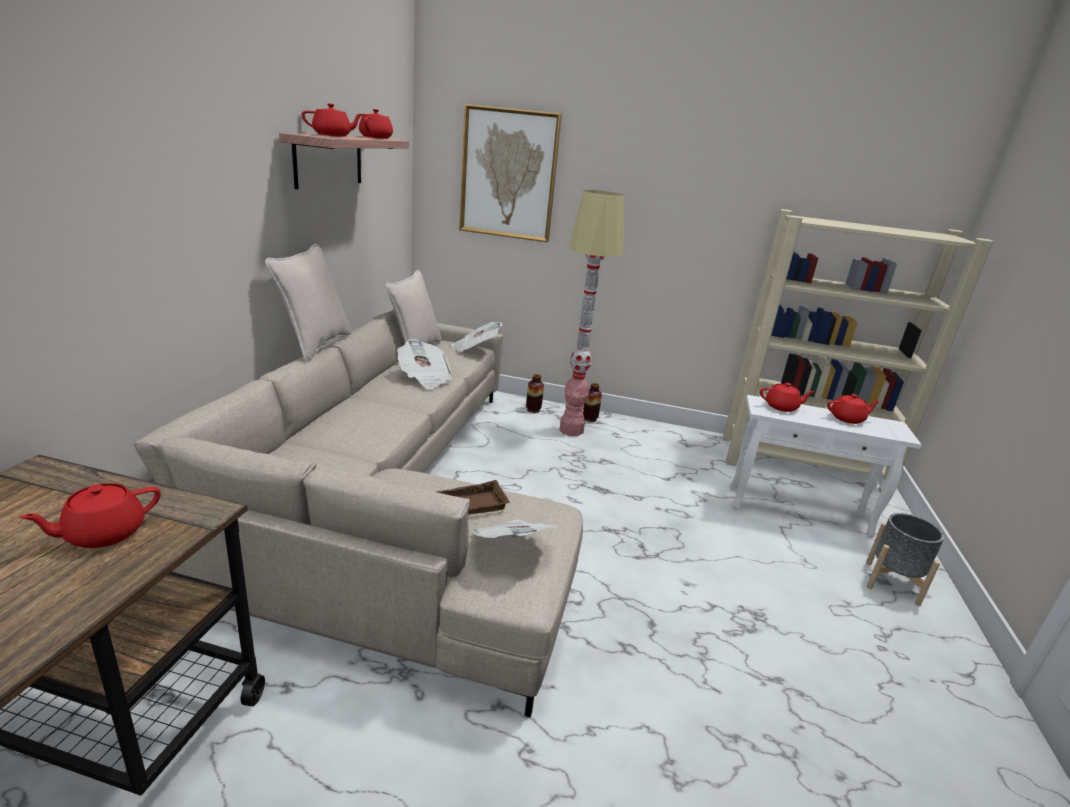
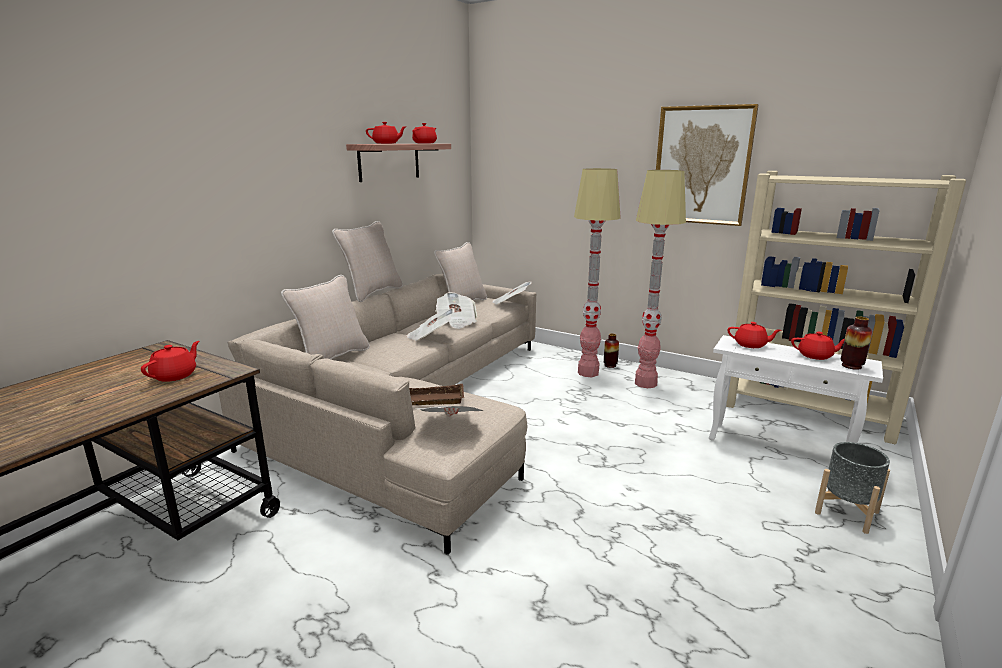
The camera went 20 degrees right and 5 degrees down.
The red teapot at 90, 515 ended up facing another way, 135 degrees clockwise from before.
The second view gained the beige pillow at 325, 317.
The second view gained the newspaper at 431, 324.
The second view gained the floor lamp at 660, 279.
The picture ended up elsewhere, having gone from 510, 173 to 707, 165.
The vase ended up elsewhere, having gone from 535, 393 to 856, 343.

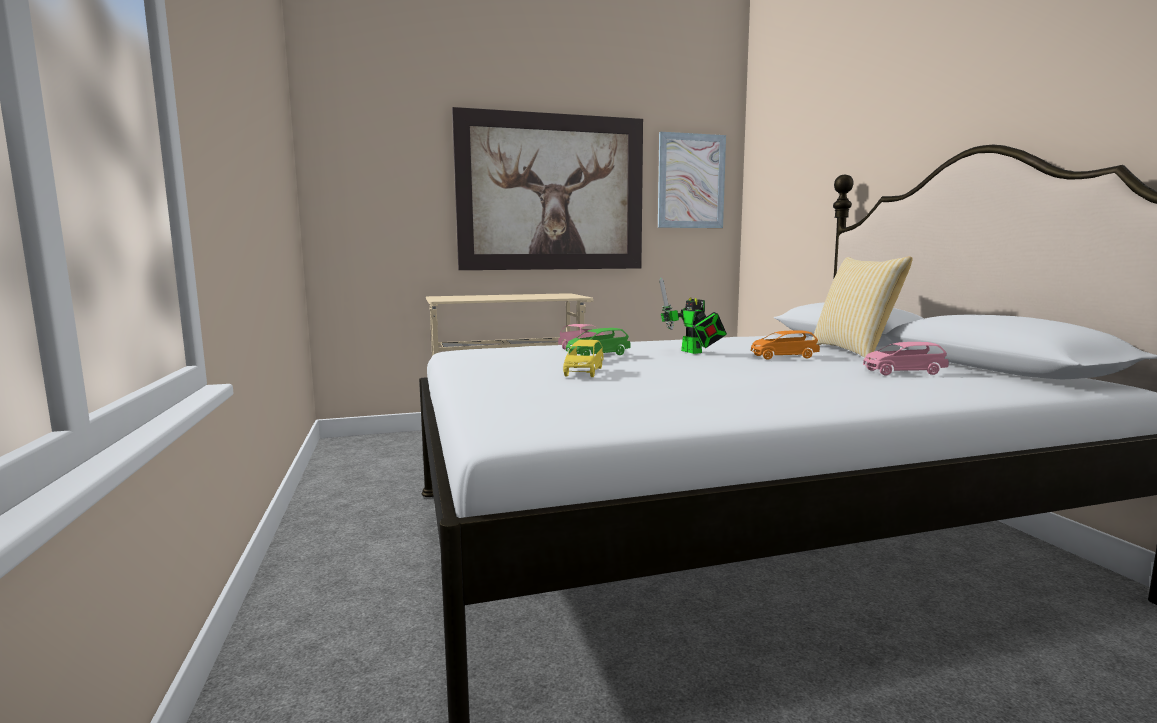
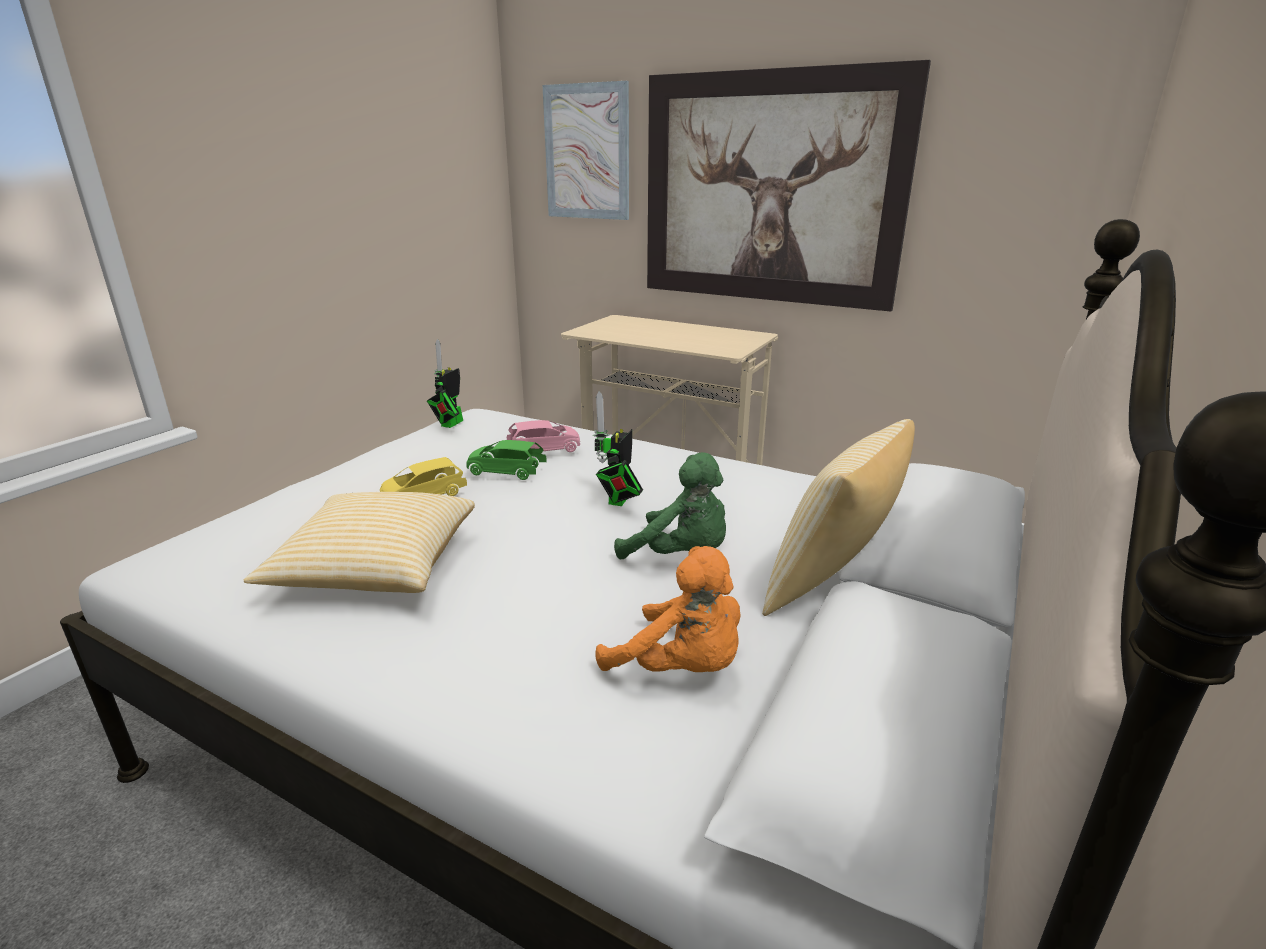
The camera went 45 degrees right and 15 degrees up.
The second view gained the pillow at 359, 542.
The second view gained the toy robot at 445, 383.
The picture ended up elsewhere, having gone from 692, 180 to 585, 150.
Where the pink toy car stood at 906, 358, the orange plush toy came to stand at 668, 609.
Where the orange toy car stood at 785, 345, the green plush toy came to stand at 670, 505.

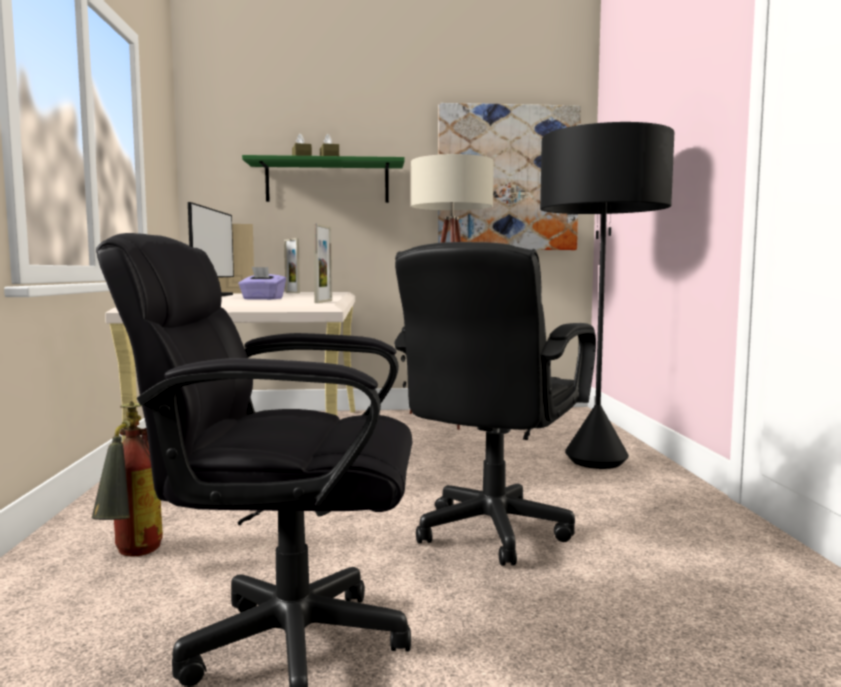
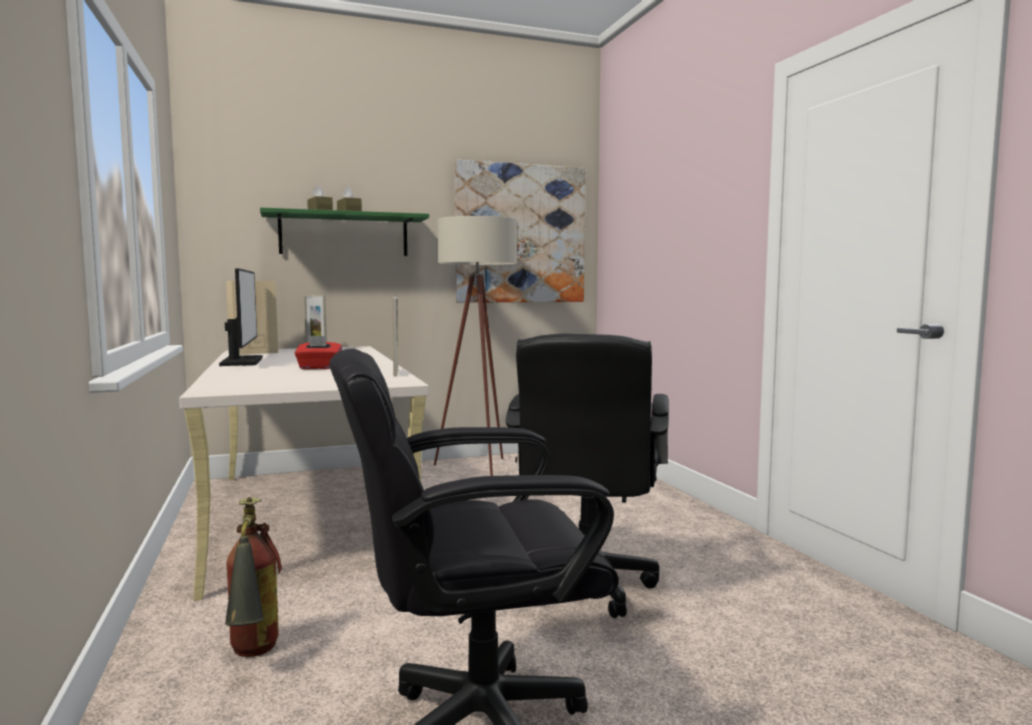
The camera went 15 degrees left and 0 degrees up.
What was the purple tissue box at 262, 283 turned into the red tissue box at 318, 352.
The second view lost the black floor lamp at 607, 295.

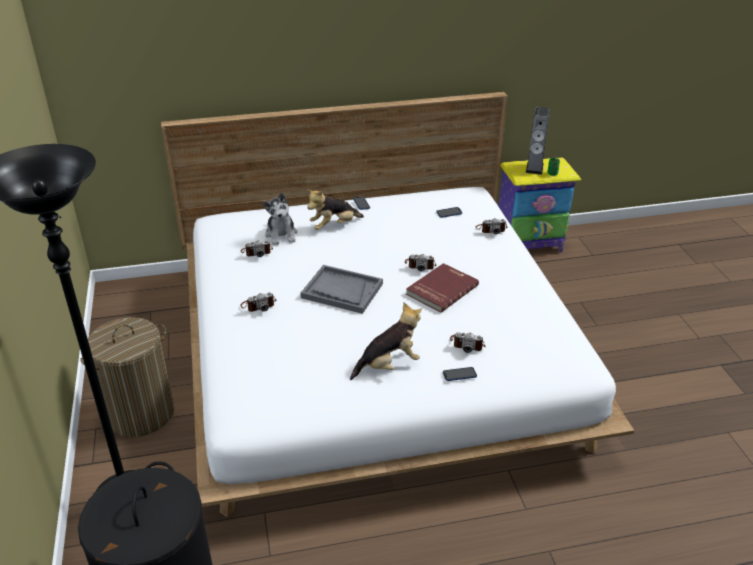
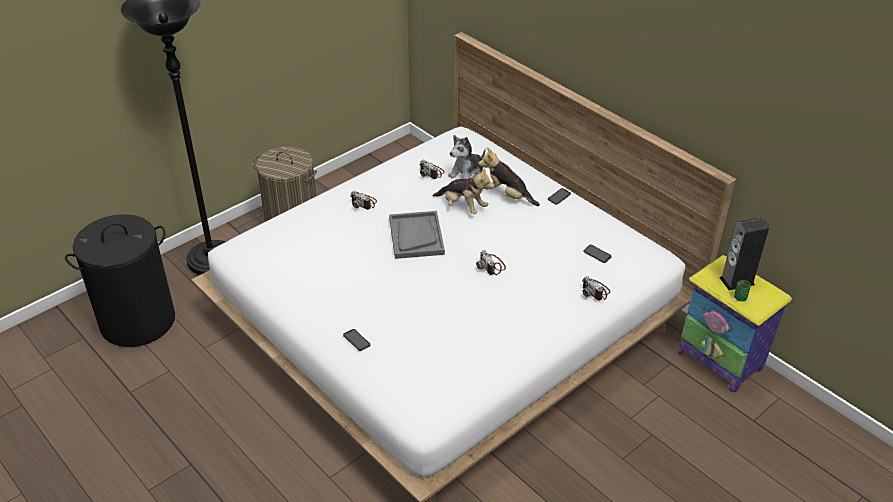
The camera went 60 degrees right and 5 degrees up.
The plush toy ended up elsewhere, having gone from 386, 341 to 463, 191.
The second view lost the red book at 442, 288.
The second view lost the photo camera at 468, 342.

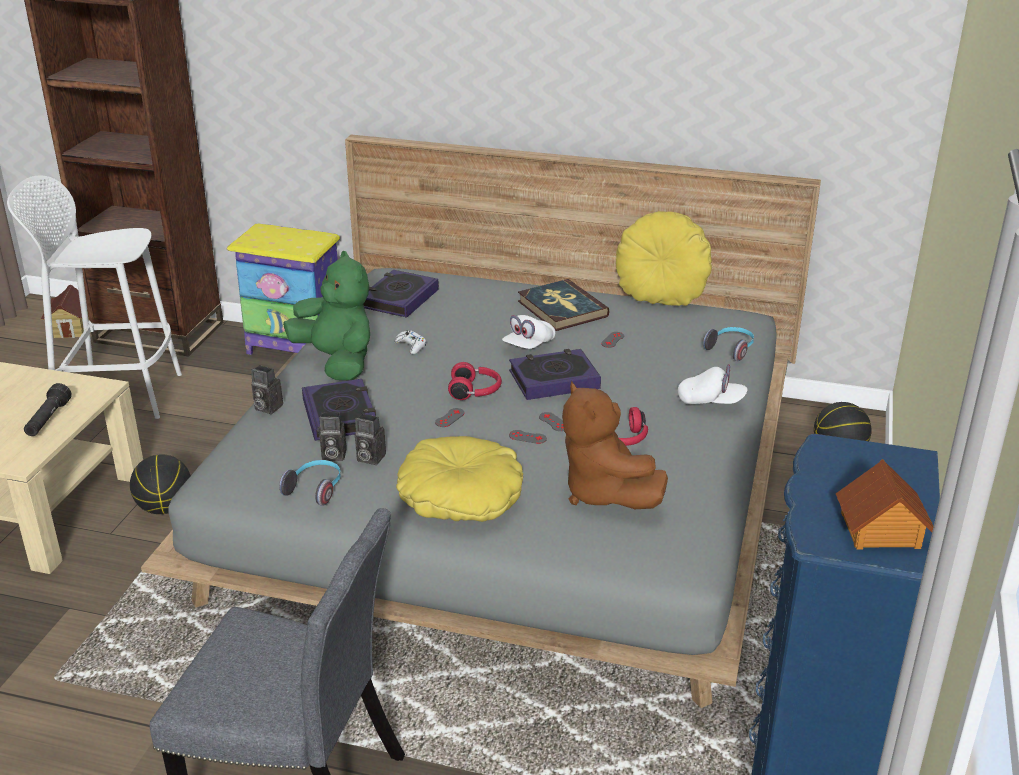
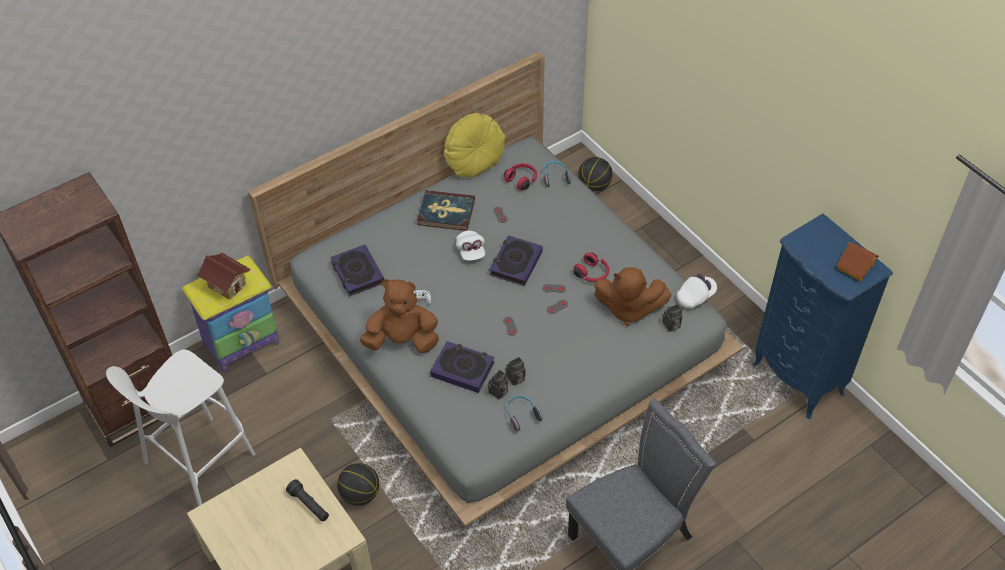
The camera went 50 degrees left and 20 degrees up.
The toy house ended up elsewhere, having gone from 65, 311 to 224, 276.
What was the green plush toy at 326, 315 turned into the brown plush toy at 399, 316.
The red headphones ended up elsewhere, having gone from 475, 381 to 520, 176.
The photo camera ended up elsewhere, having gone from 267, 389 to 672, 318.
The white cap ended up elsewhere, having gone from 712, 384 to 697, 291.
The second view lost the yellow pillow at 459, 479.

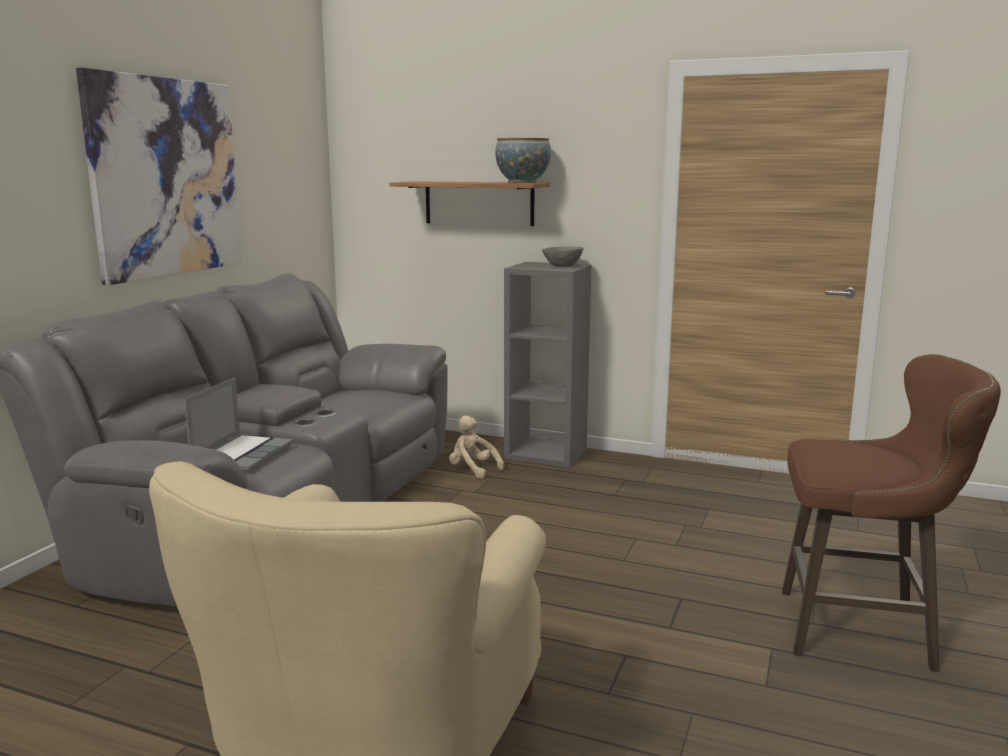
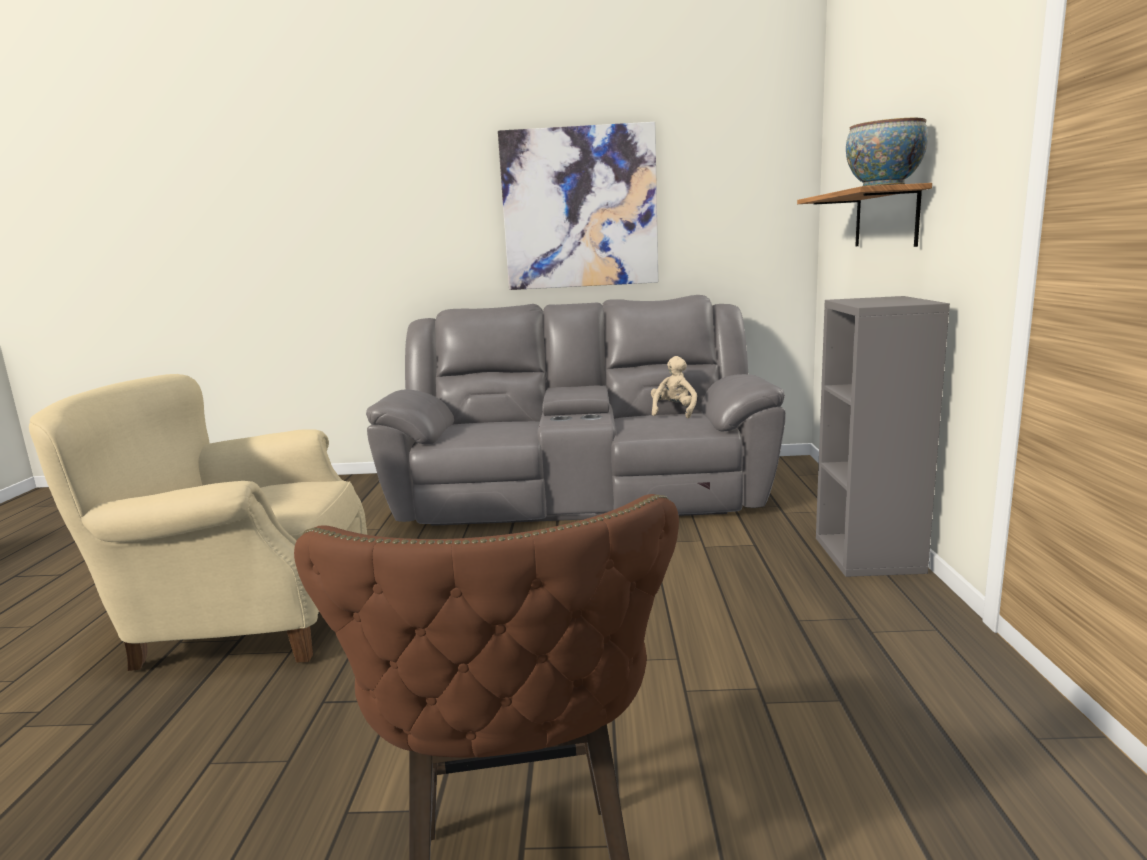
The camera went 70 degrees right and 0 degrees up.
The beige plush toy ended up elsewhere, having gone from 476, 446 to 674, 387.
The second view lost the laptop at 238, 424.
The second view lost the grey bowl at 562, 257.

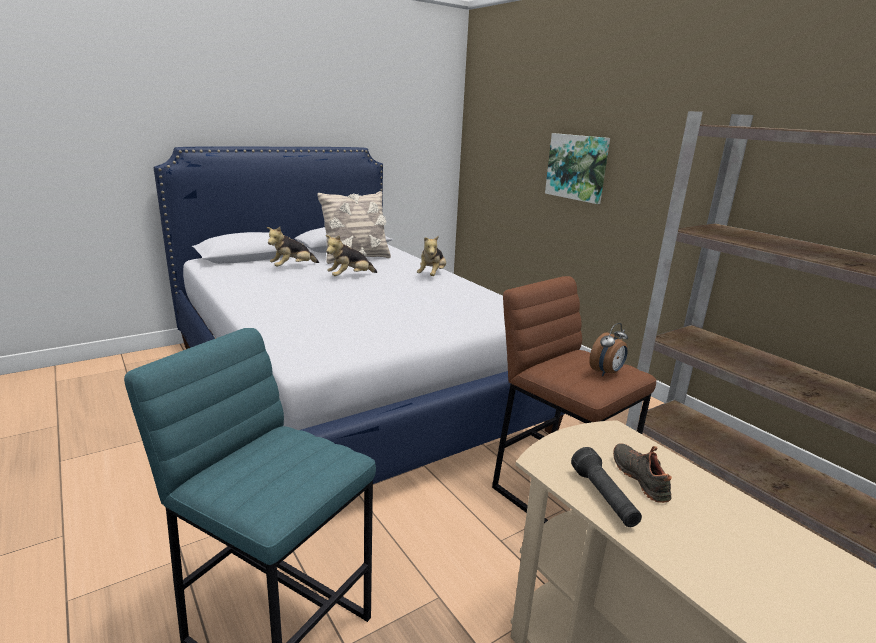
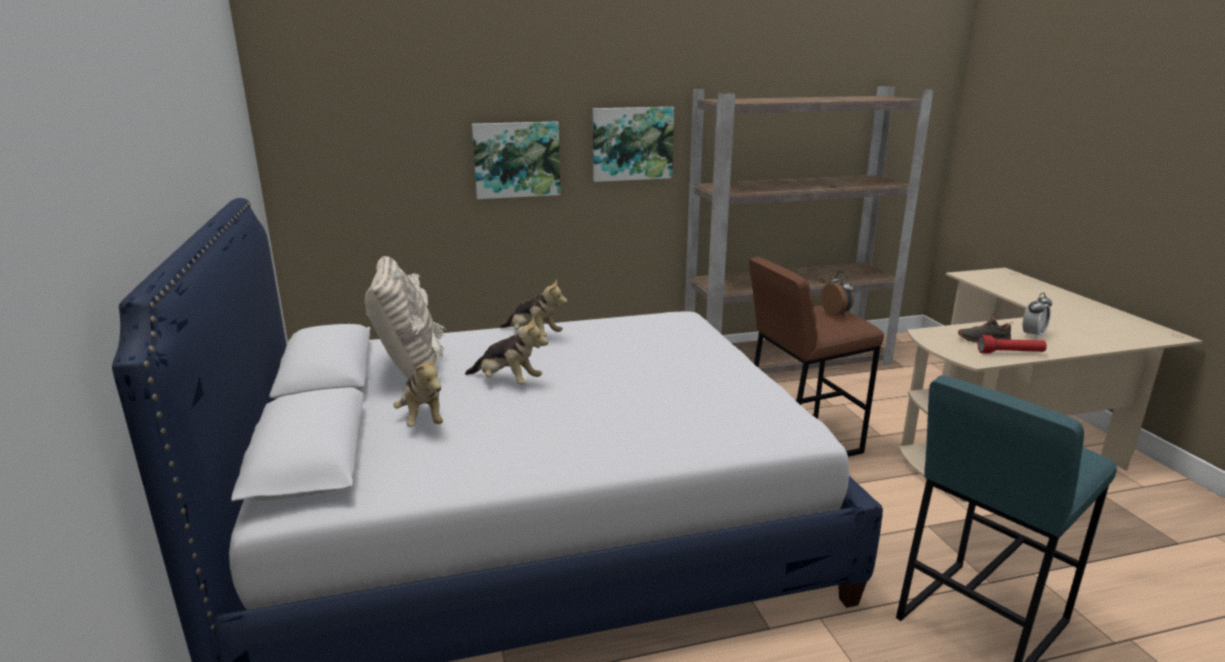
The camera went 70 degrees left and 0 degrees up.
The plush toy at 351, 255 ended up facing another way, 45 degrees counterclockwise from before.
The second view gained the picture at 633, 144.
What was the black flashlight at 606, 487 turned into the red flashlight at 1012, 344.
The second view gained the alarm clock at 1037, 316.

